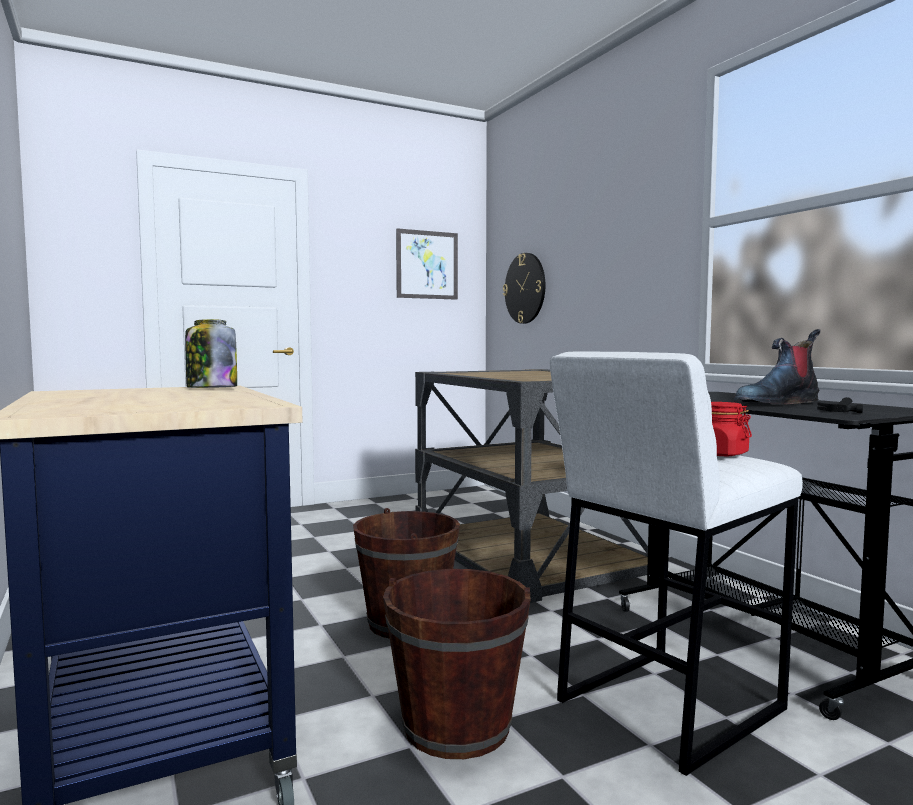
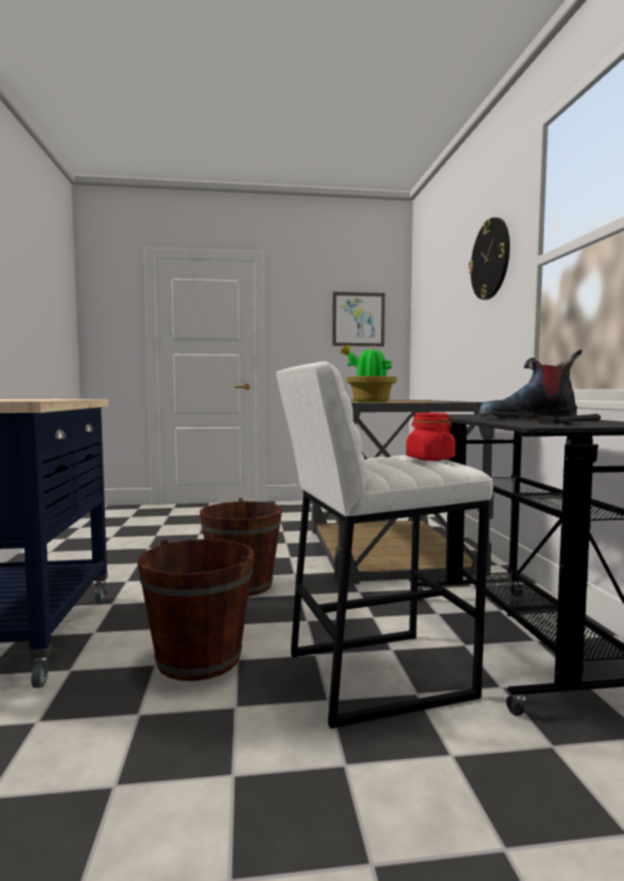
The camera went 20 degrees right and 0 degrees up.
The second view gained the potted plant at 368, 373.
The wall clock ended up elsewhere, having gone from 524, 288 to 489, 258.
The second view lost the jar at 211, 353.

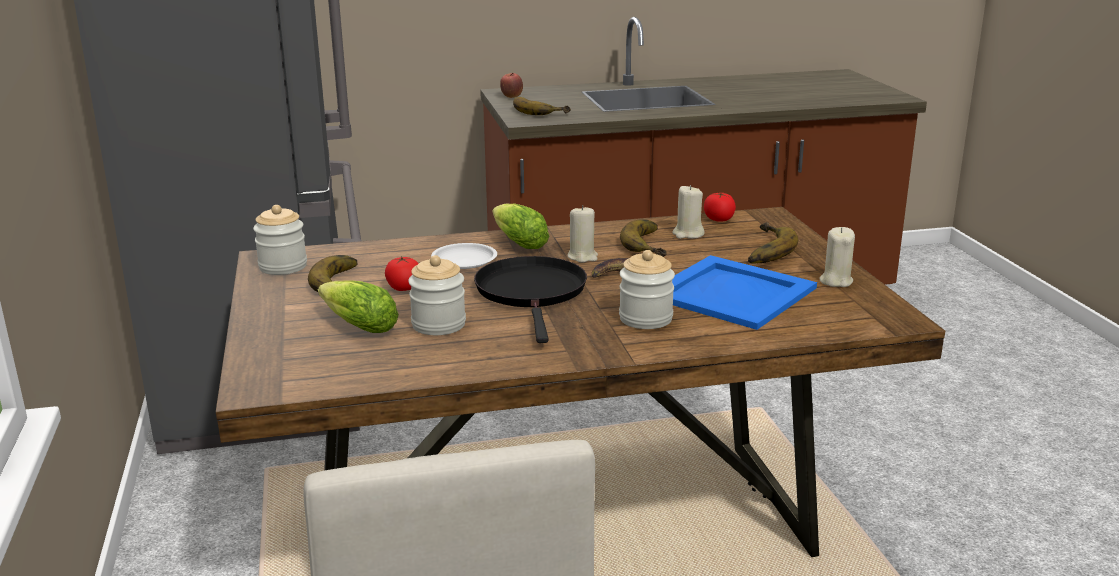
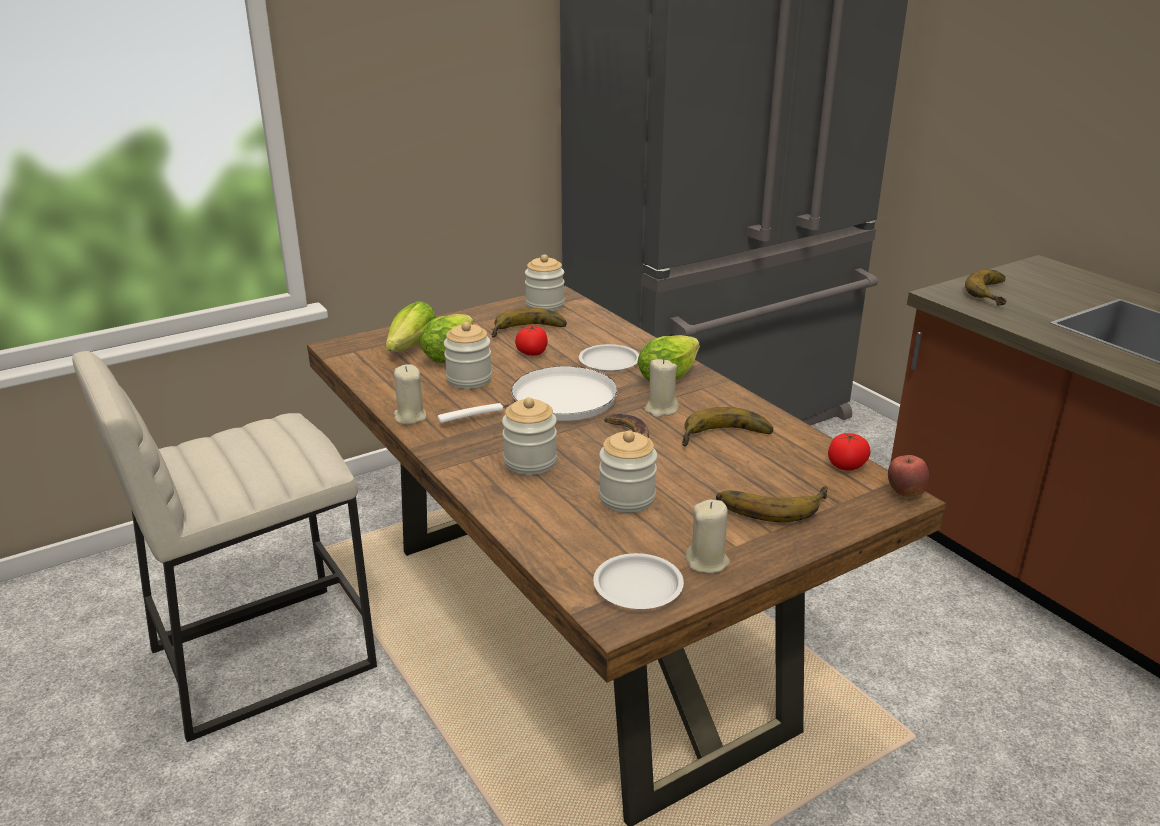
The camera went 70 degrees right and 5 degrees up.
The second view gained the lettuce at 410, 326.
The beige candle ended up elsewhere, having gone from 688, 212 to 410, 394.
What was the black frying pan at 530, 299 turned into the white frying pan at 528, 394.
The second view gained the white plate at 638, 581.
Where the blue tray stood at 744, 292, the jar came to stand at 628, 472.
The apple ended up elsewhere, having gone from 511, 85 to 908, 476.

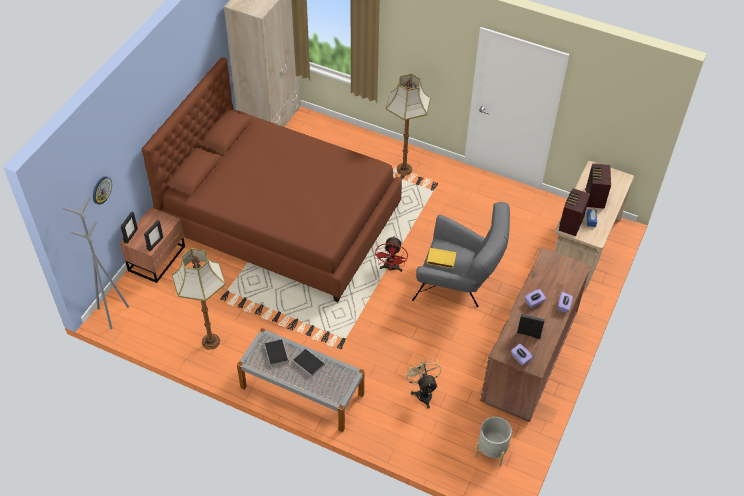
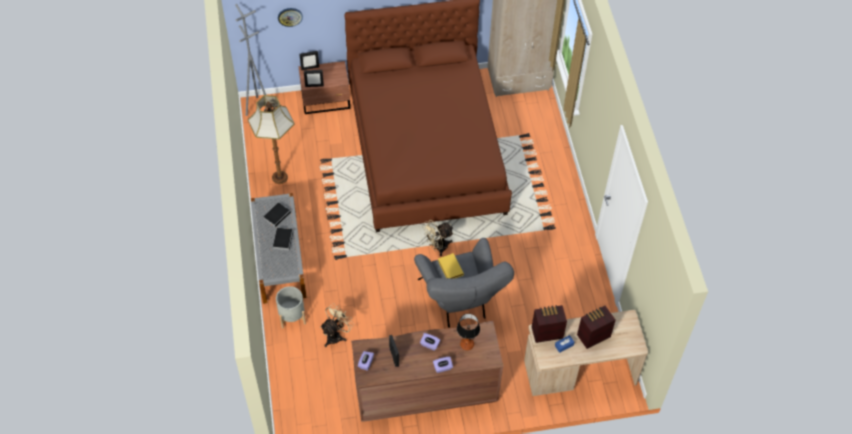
The camera went 55 degrees right and 5 degrees up.
The grey planter ended up elsewhere, having gone from 493, 442 to 291, 307.
What was the red fan at 391, 254 turned into the beige fan at 438, 238.
The second view gained the table lamp at 468, 332.
The second view lost the floor lamp at 408, 124.

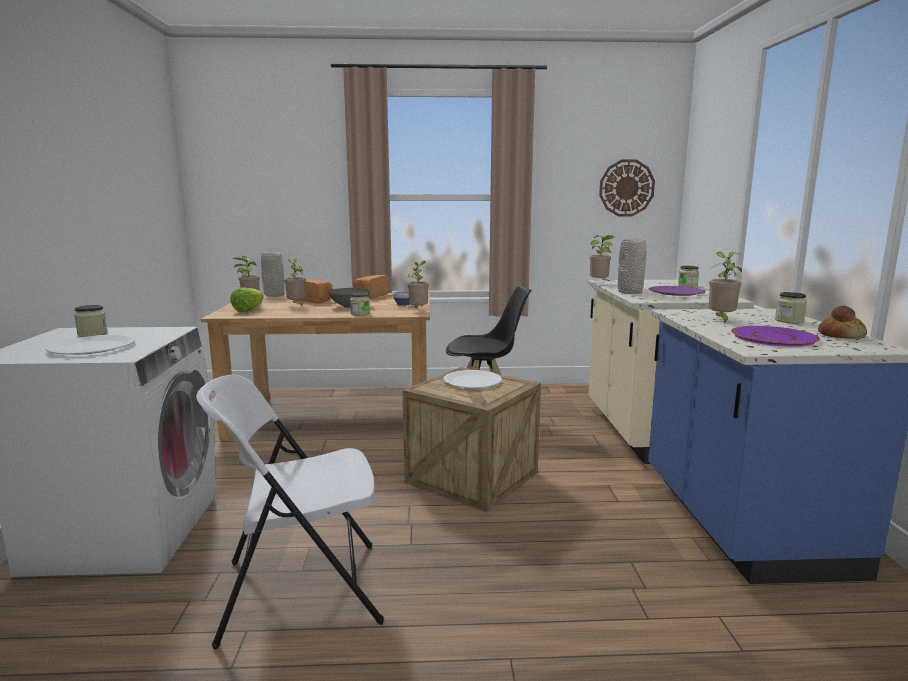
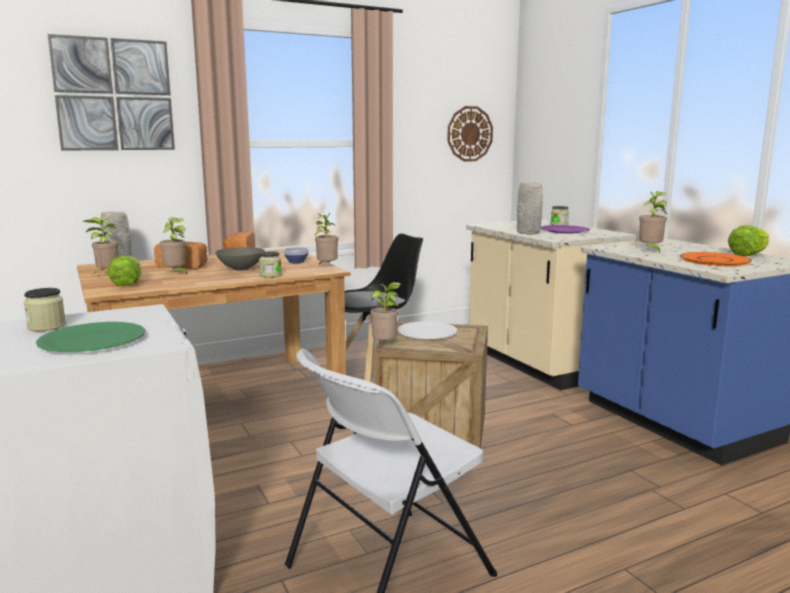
The camera went 25 degrees left and 0 degrees up.
What was the white plate at 90, 345 turned into the green plate at 90, 337.
The second view gained the picture at 111, 92.
The potted plant ended up elsewhere, having gone from 603, 259 to 385, 312.
What was the purple plate at 775, 336 turned into the orange plate at 716, 259.
Where the bread stood at 842, 322, the lettuce came to stand at 748, 240.
The second view lost the jar at 791, 307.

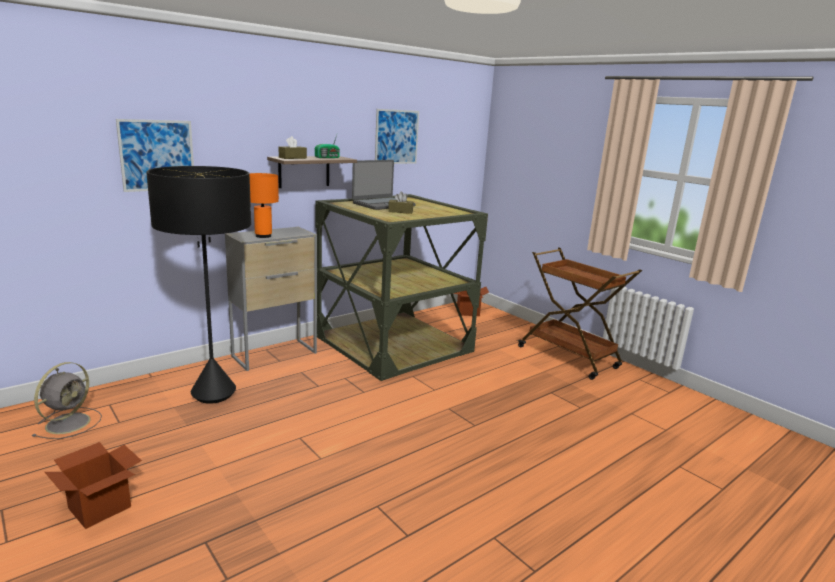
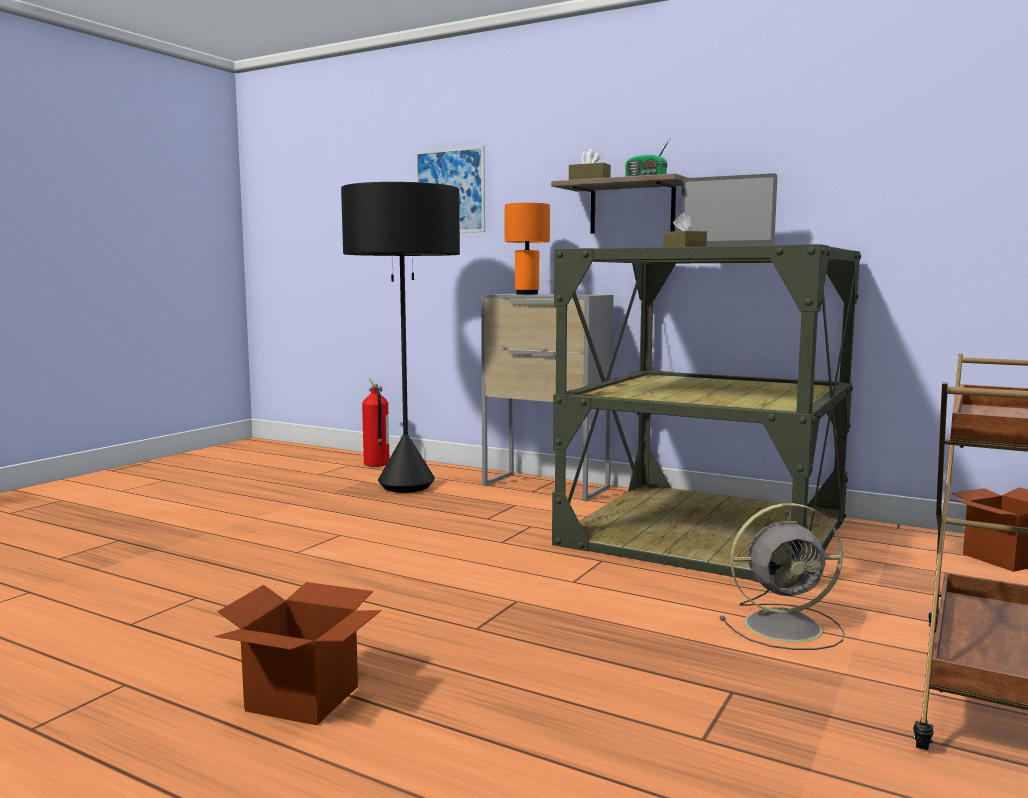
The camera went 70 degrees right and 10 degrees down.
The cardboard box ended up elsewhere, having gone from 93, 485 to 298, 653.
The second view gained the fire extinguisher at 375, 422.
The grey fan ended up elsewhere, having gone from 67, 400 to 782, 576.
The second view lost the picture at 397, 136.

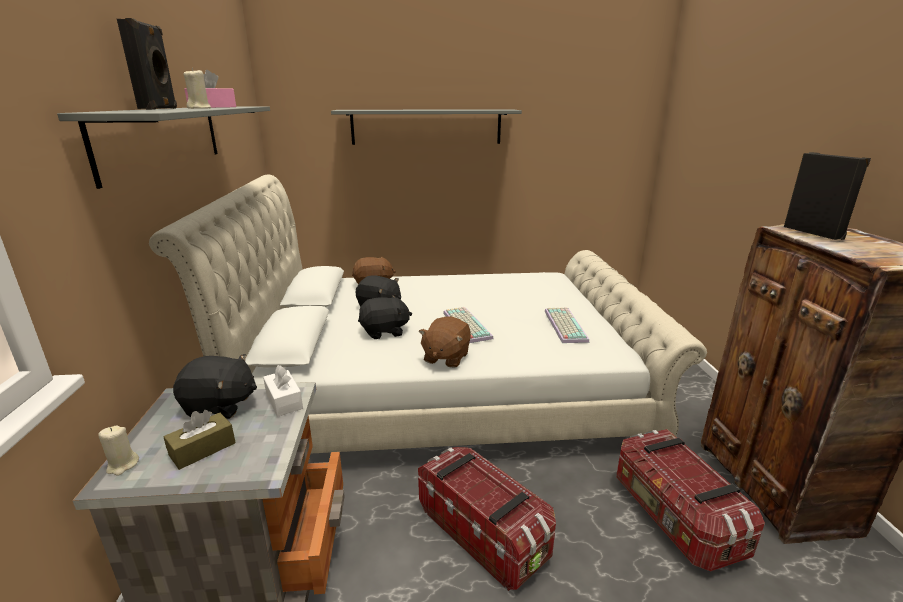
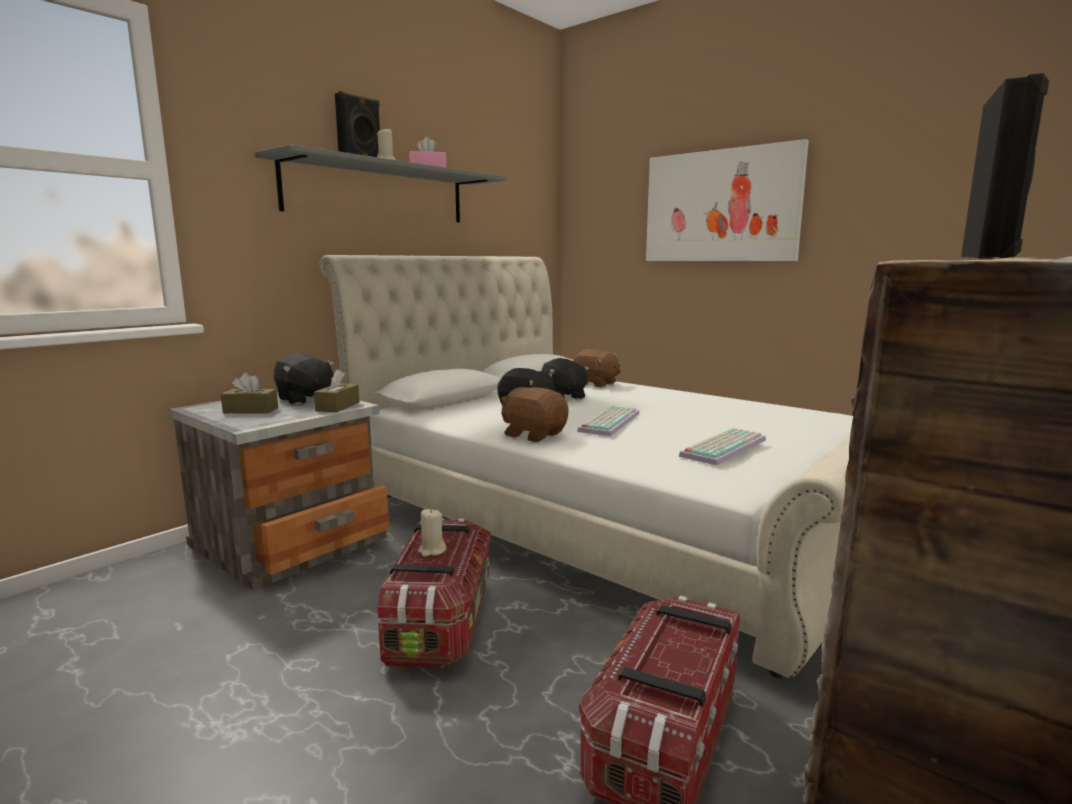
The camera went 45 degrees right and 10 degrees down.
What was the white tissue box at 283, 391 turned into the brown tissue box at 336, 390.
The beige candle ended up elsewhere, having gone from 118, 450 to 432, 532.
The brown plush toy at 445, 342 ended up facing another way, 60 degrees clockwise from before.
Where the grey shelf hung at 426, 127, the picture came to hang at 727, 200.

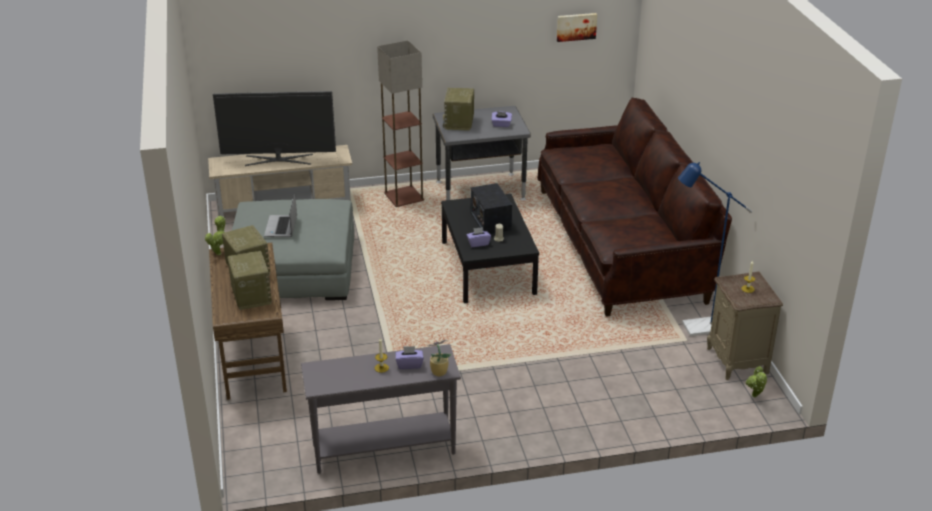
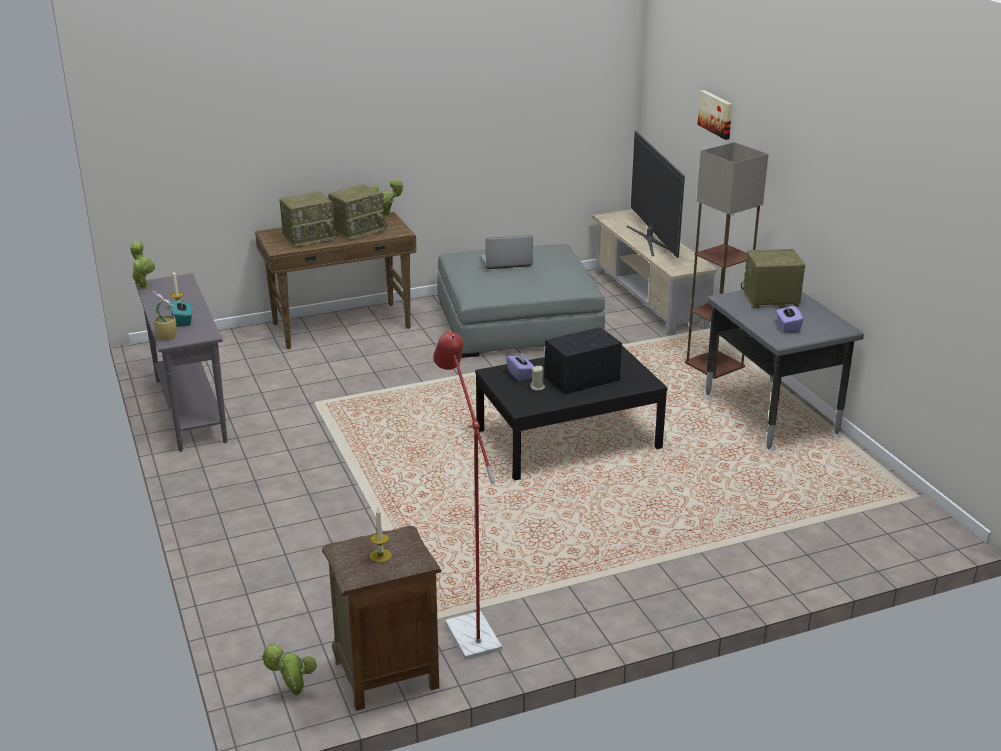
The camera went 80 degrees right and 5 degrees down.
The second view gained the potted plant at 142, 265.
What was the purple tissue box at 410, 357 turned into the turquoise tissue box at 181, 312.
What was the blue floor lamp at 715, 249 turned into the red floor lamp at 467, 496.
The picture ended up elsewhere, having gone from 577, 27 to 715, 115.
The second view lost the brown sofa at 634, 207.

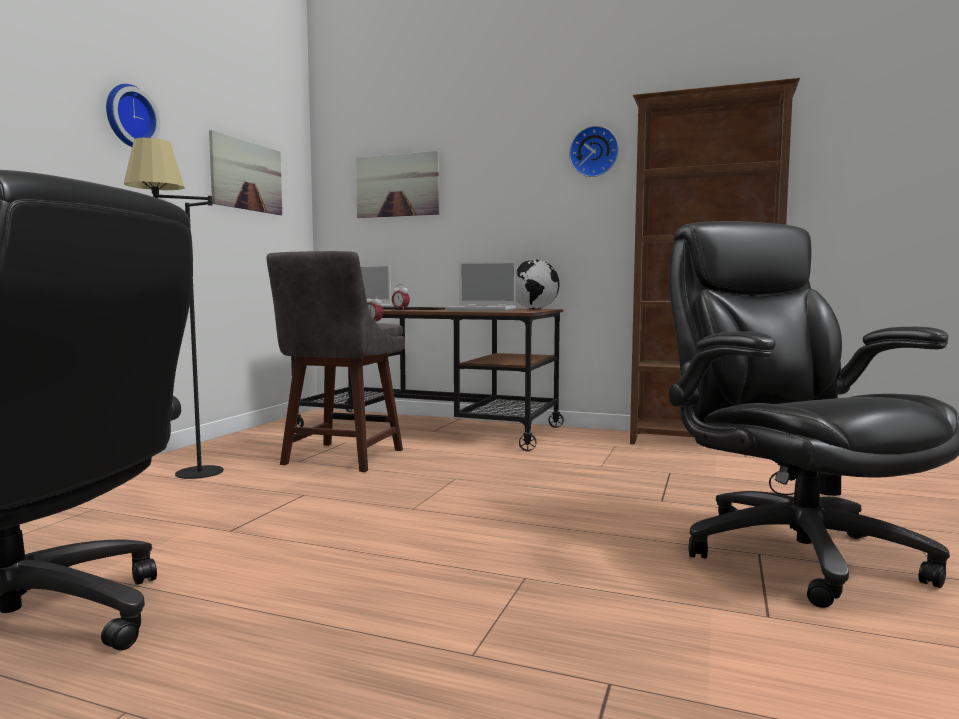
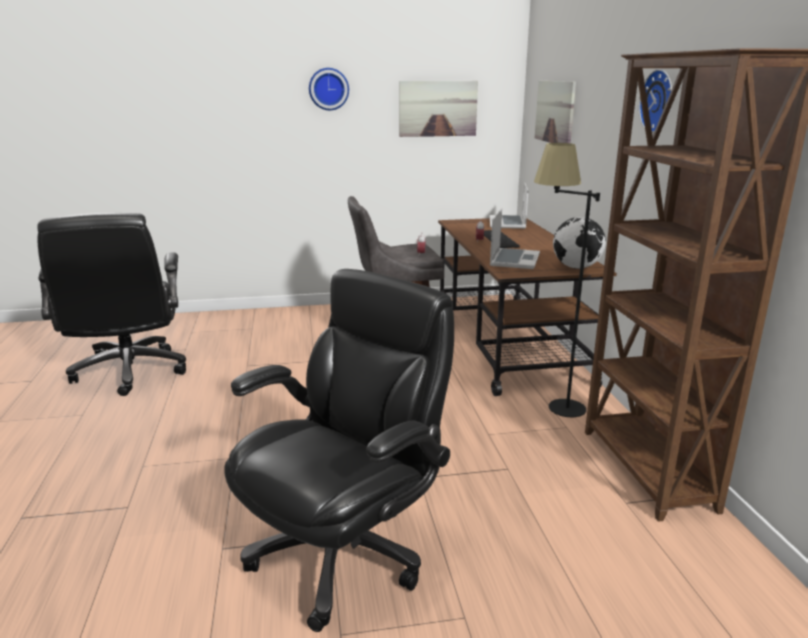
The camera went 60 degrees right and 15 degrees up.
The laptop at 480, 286 ended up facing another way, 150 degrees counterclockwise from before.
The black floor lamp ended up elsewhere, having gone from 174, 308 to 567, 280.

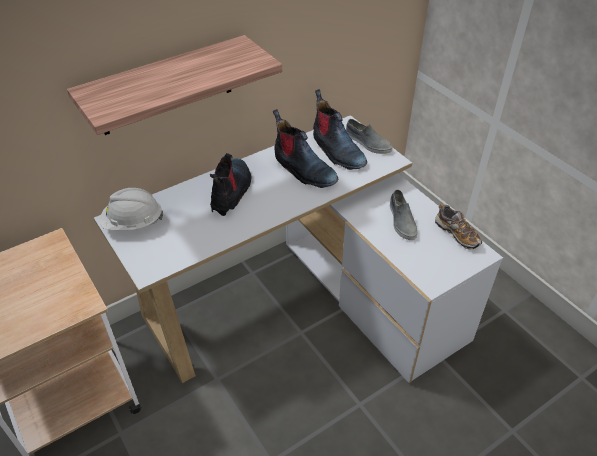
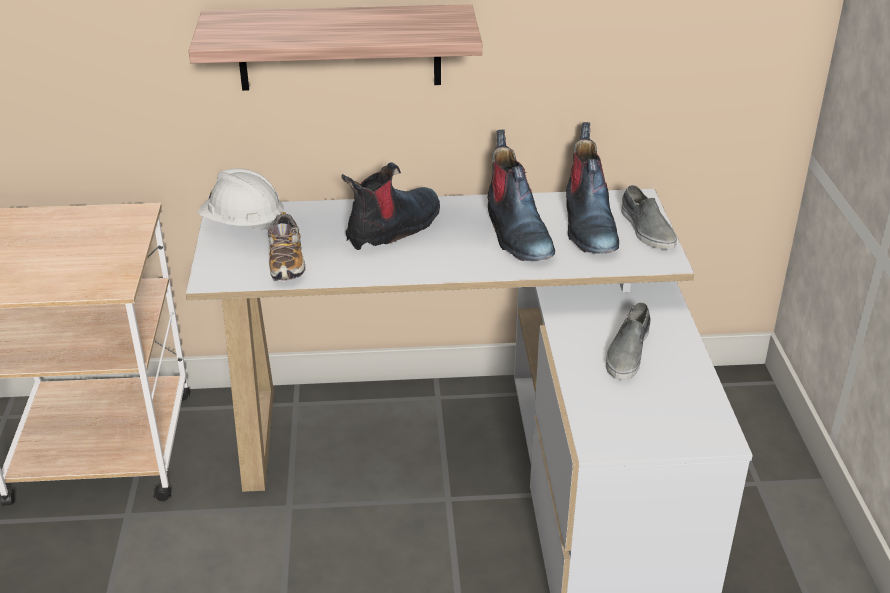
The camera went 30 degrees right and 10 degrees down.
The shoe ended up elsewhere, having gone from 458, 227 to 287, 247.

